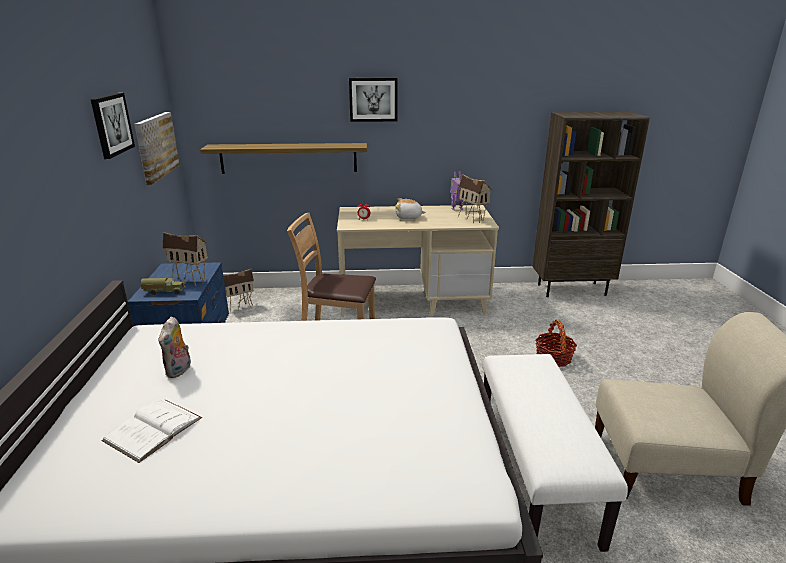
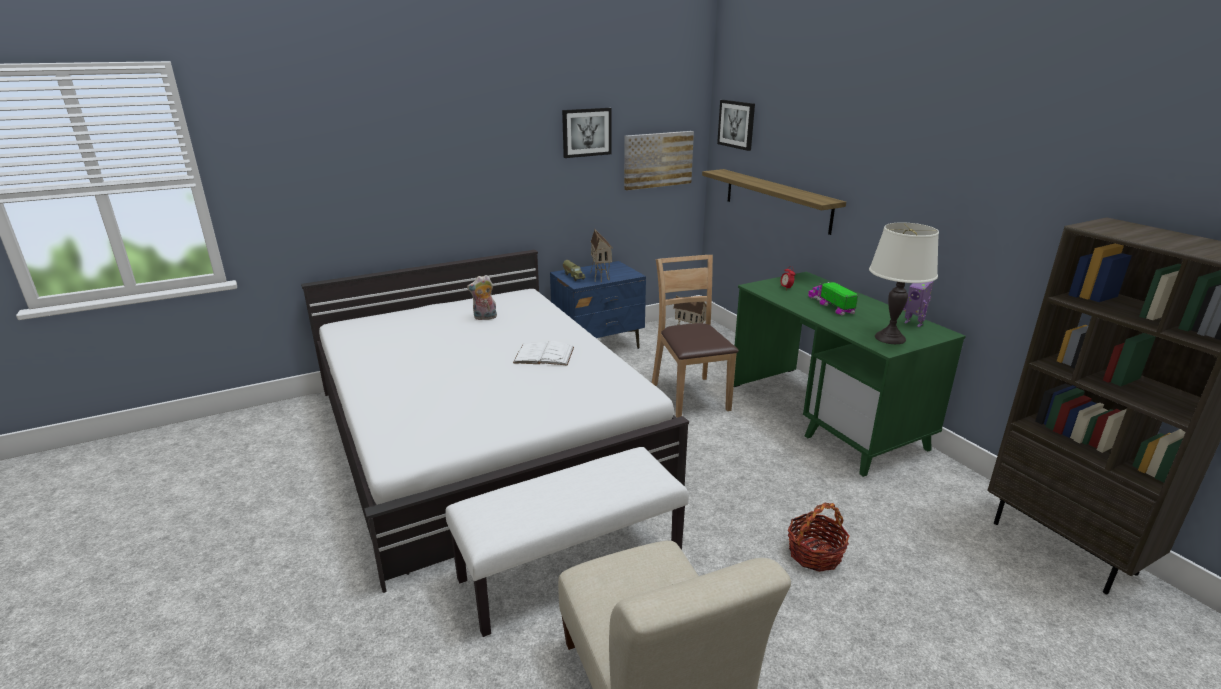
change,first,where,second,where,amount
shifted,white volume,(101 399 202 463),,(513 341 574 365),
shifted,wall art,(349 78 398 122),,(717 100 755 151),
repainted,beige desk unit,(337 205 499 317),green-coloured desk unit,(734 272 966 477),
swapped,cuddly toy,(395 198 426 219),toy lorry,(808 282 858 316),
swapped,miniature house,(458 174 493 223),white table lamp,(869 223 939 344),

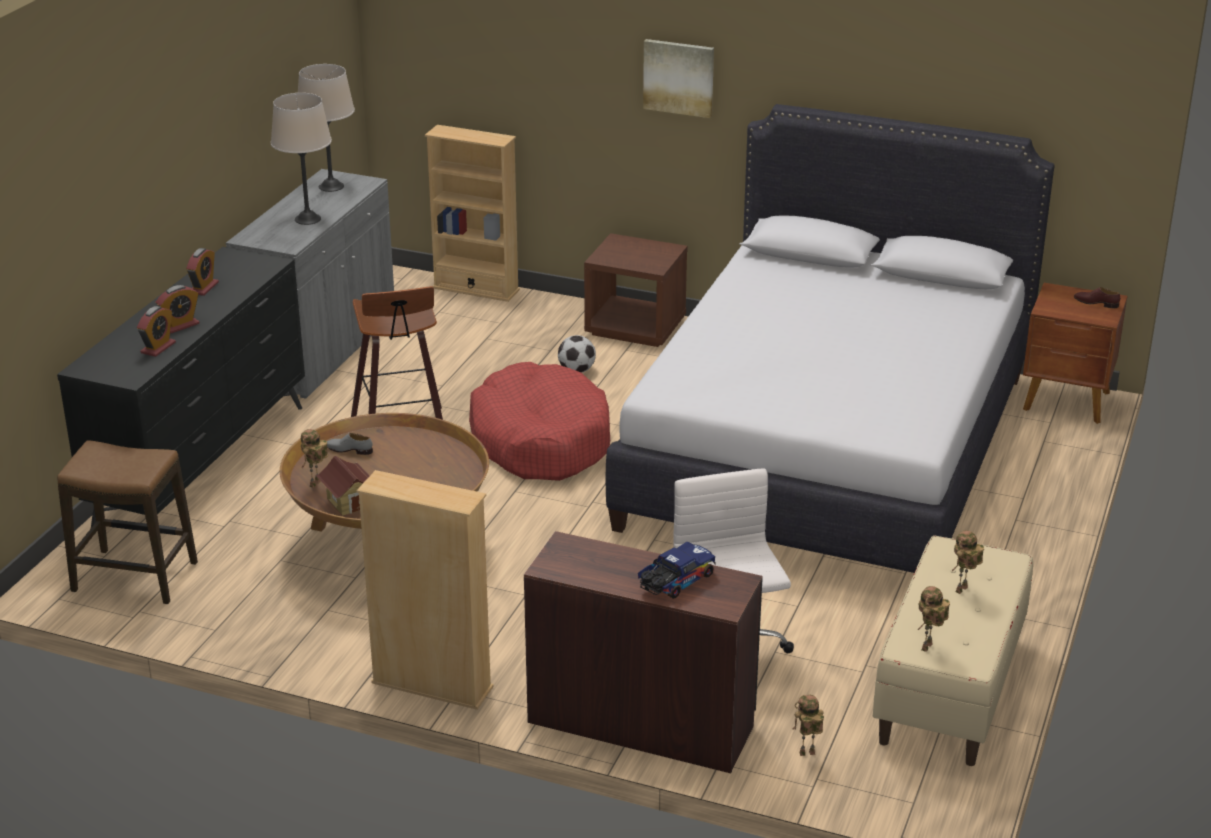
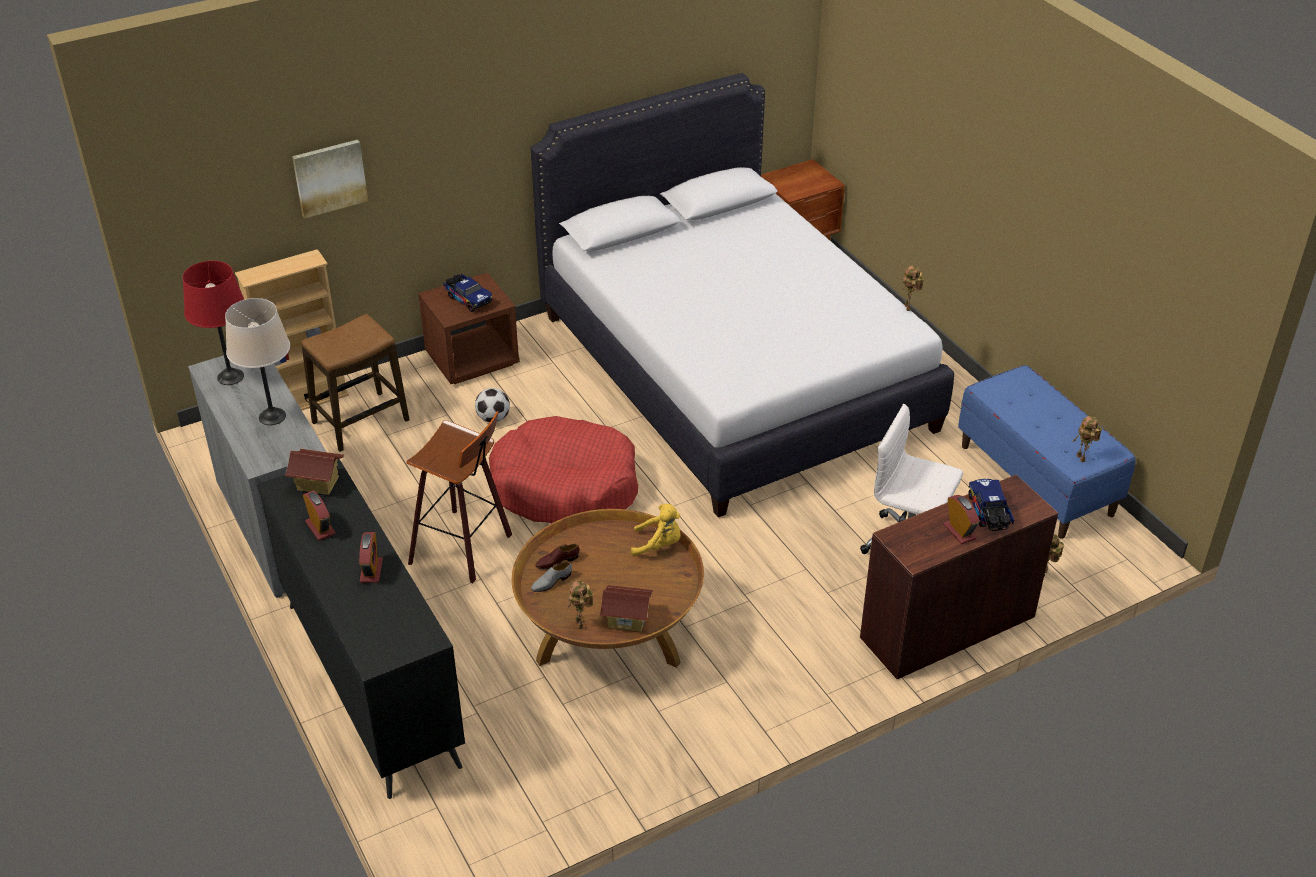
change,first,where,second,where,amount
repainted,beige table lamp,(298 64 355 192),red-coloured table lamp,(183 261 244 385),
new,,,miniature house,(285 449 344 495),
shifted,wall art,(643 39 714 118),,(292 140 368 219),
shifted,stool,(57 440 198 604),,(301 314 409 452),
new,,,toy lorry,(443 274 493 312),
shifted,brown-coloured item of footwear,(1074 287 1120 308),,(535 544 579 569),
new,,,yellow cuddly toy,(631 504 681 556),
shifted,model robot,(952 530 984 594),,(900 266 924 311),
shifted,bedside clock,(137 306 176 357),,(944 495 980 544),
repainted,beige long seat,(873 535 1033 766),blue long seat,(958 365 1136 539),
gone,beige shelving unit,(357 470 494 710),,,

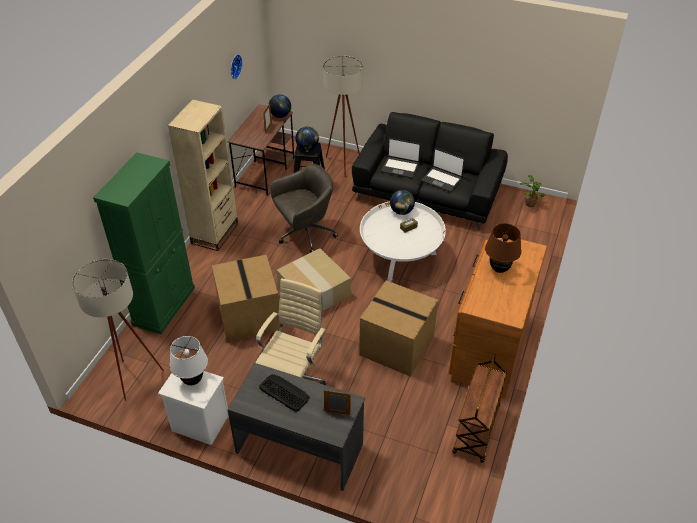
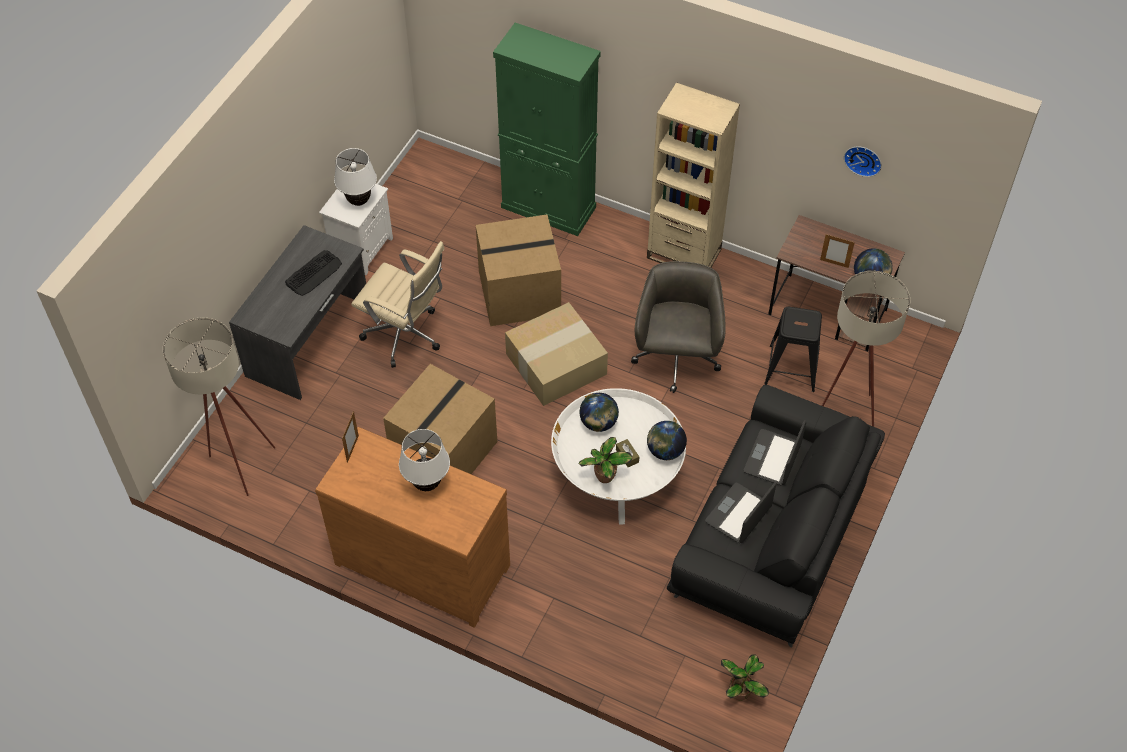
change,first,where,second,where,amount
shifted,beige floor lamp,(72 259 164 401),,(163 317 276 496),
shifted,picture frame,(324 390 350 415),,(342 411 359 463),
repainted,brown-coloured table lamp,(485 223 521 273),white table lamp,(399 429 450 491),
new,,,potted plant,(579 437 633 483),
shifted,globe,(295 127 319 150),,(580 393 619 432),
rotated,gray computer chair,(270 164 338 253),,(631 261 726 393),150 degrees counterclockwise
gone,brown-coloured wheeled cart,(453 354 507 463),,,

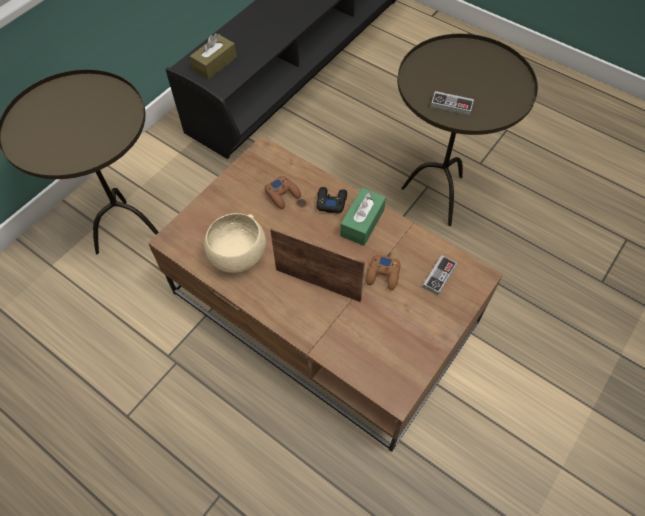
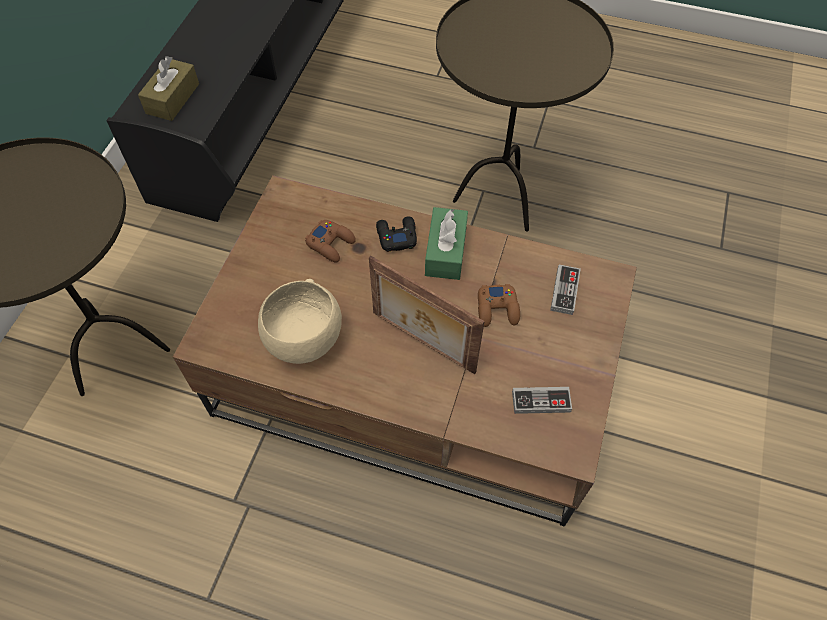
change,first,where,second,where,amount
rotated,picture frame,(270 228 365 302),,(369 255 485 374),150 degrees counterclockwise
shifted,joypad,(431 91 474 116),,(512 387 572 414),

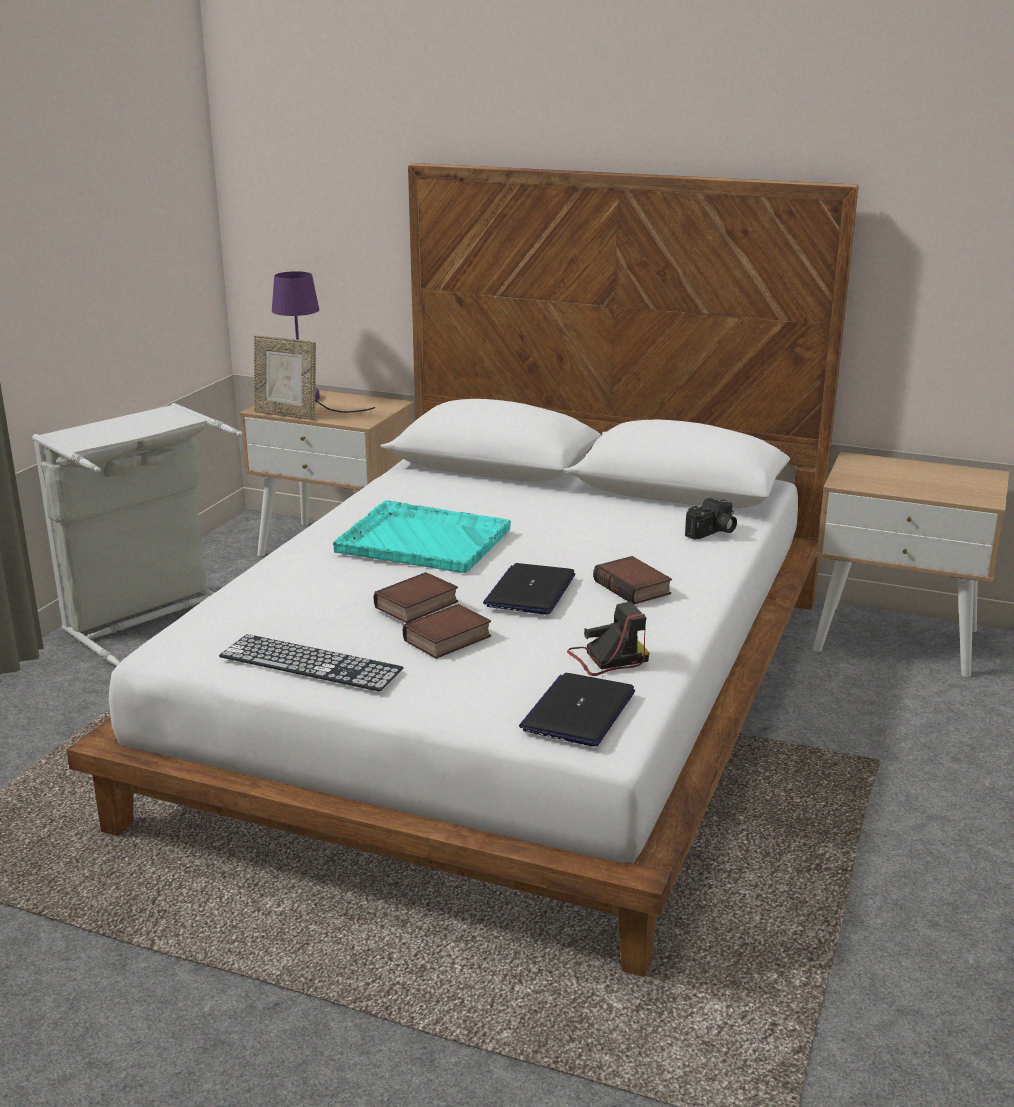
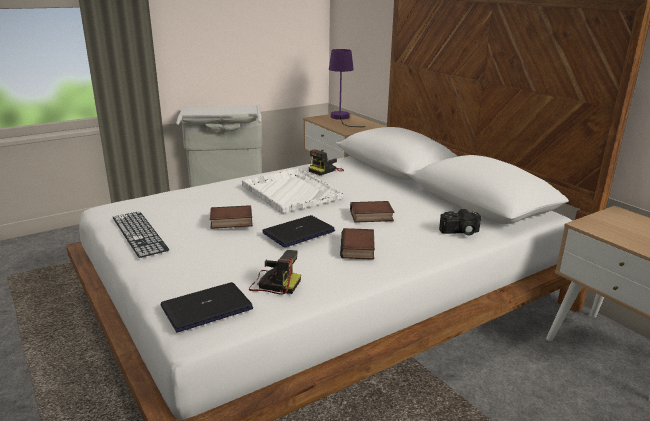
change,first,where,second,where,amount
repainted,turquoise-coloured serving tray,(333 500 511 573),white serving tray,(242 168 343 213),
new,,,still camera,(308 150 344 175),
shifted,volume,(403 604 491 659),,(350 201 394 223),
gone,picture frame,(254 335 316 420),,,

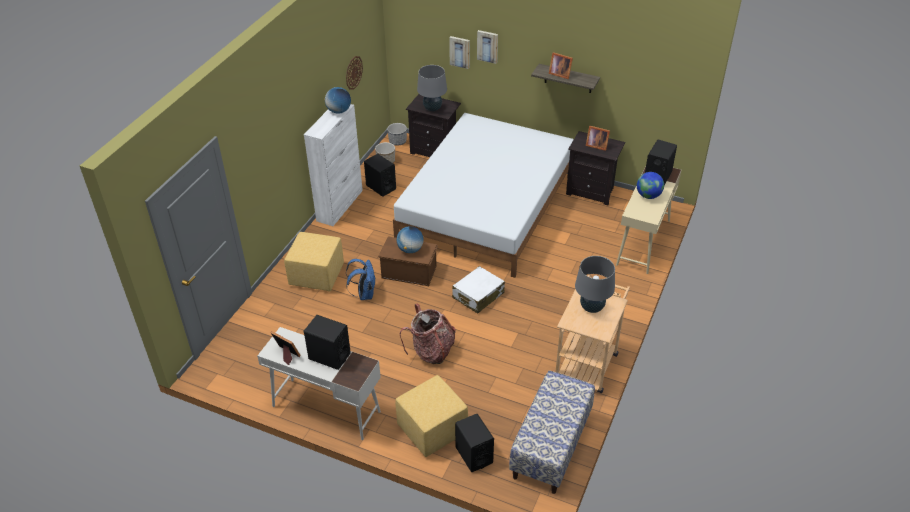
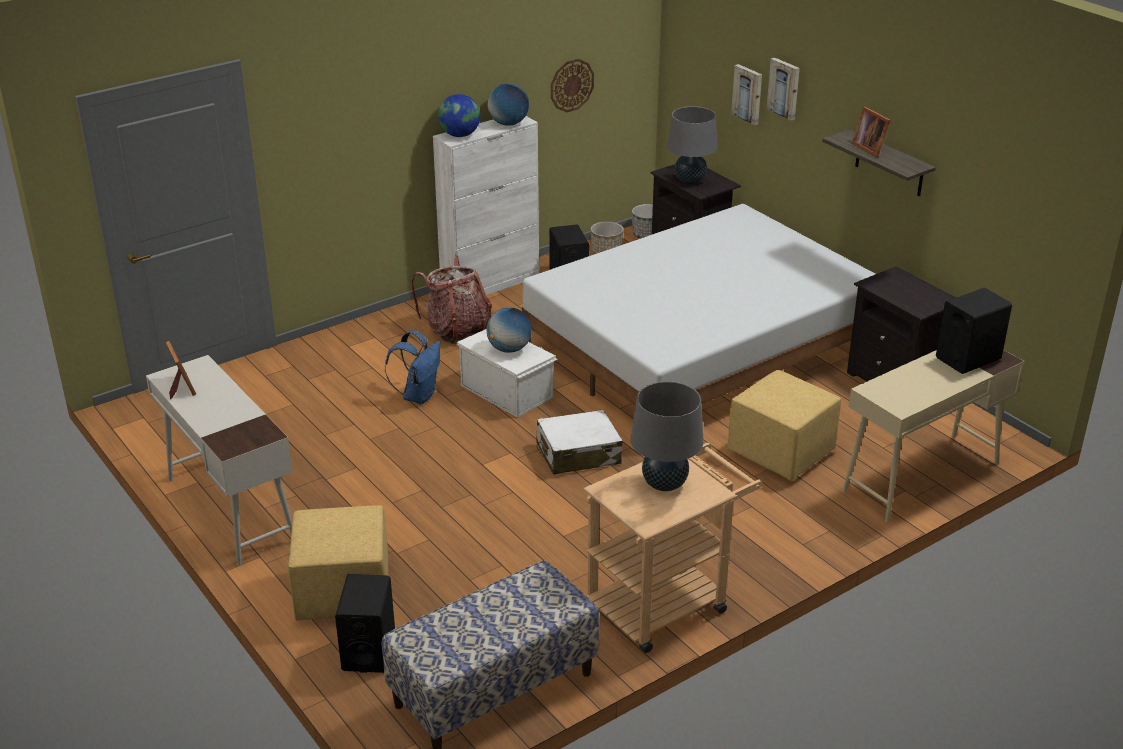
change,first,where,second,where,amount
shifted,backpack,(400 303 456 364),,(411 256 492 344),
shifted,globe,(637 172 664 199),,(438 94 480 137),
repainted,brown-coloured storage container,(378 237 438 286),white storage container,(457 329 558 418),
shifted,yellow pouffe,(284 232 344 291),,(728 370 841 481),
gone,black audio speaker,(304 315 350 370),,,
gone,picture frame,(586 126 610 151),,,

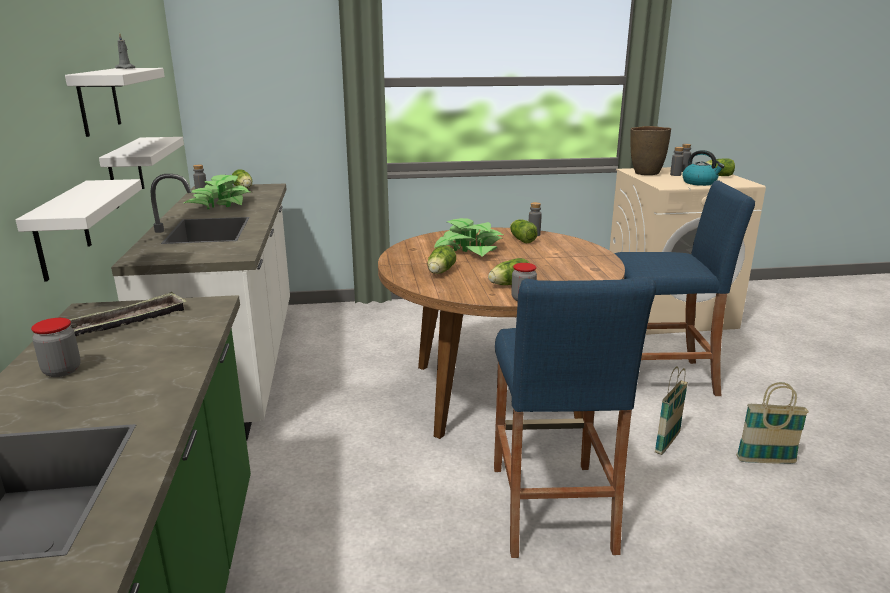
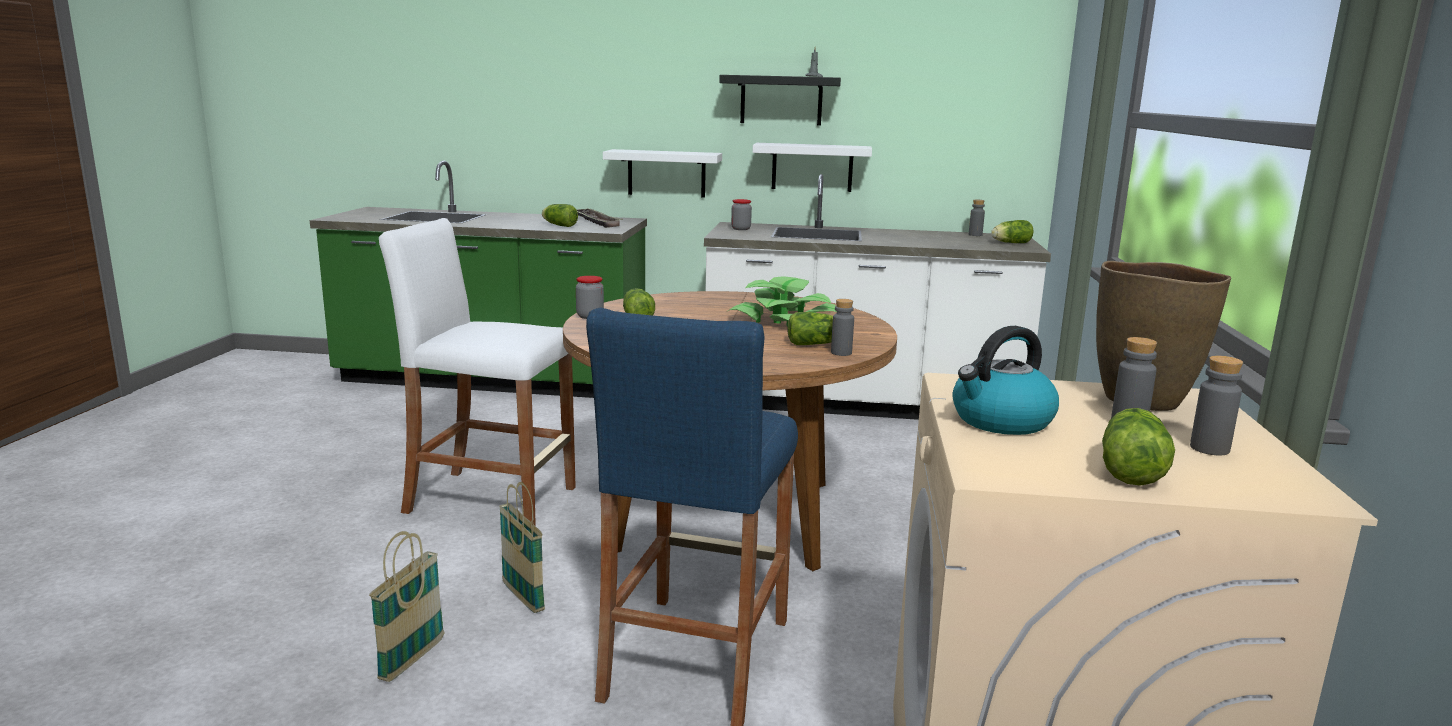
change,first,where,second,where,amount
repainted,blue stool,(494 278 656 558),white stool,(379 218 576 526),
shifted,lettuce,(427 245 456 274),,(542 204 578 227),
repainted,white shelf,(65 68 165 137),black shelf,(719 75 841 126),
shifted,preserve jar,(31 318 81 377),,(731 199 752 230),
gone,potted plant,(184 175 252 209),,,

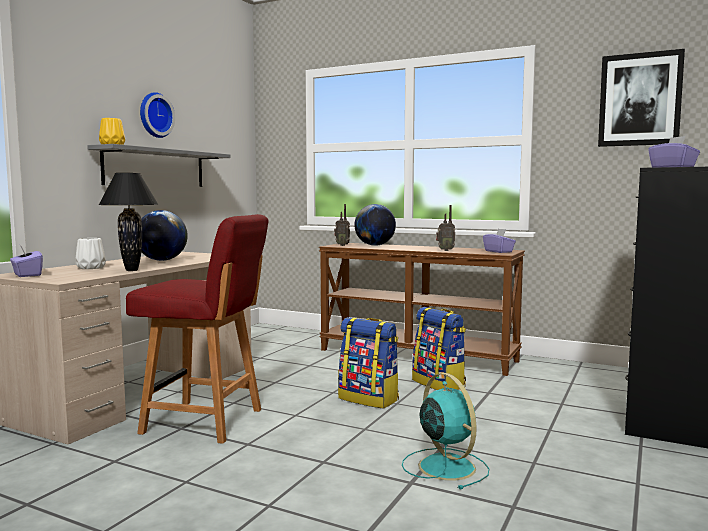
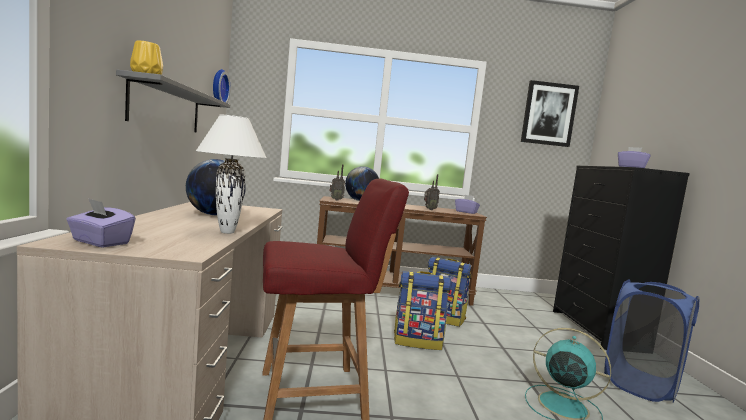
change,first,where,second,where,amount
repainted,black table lamp,(98 173 158 271),white table lamp,(196 115 267 234),
shifted,wall clock,(140 92 175 138),,(213 69 230 103),
new,,,blue hamper,(604 279 699 402),
gone,white vase,(75 238 106 269),,,

